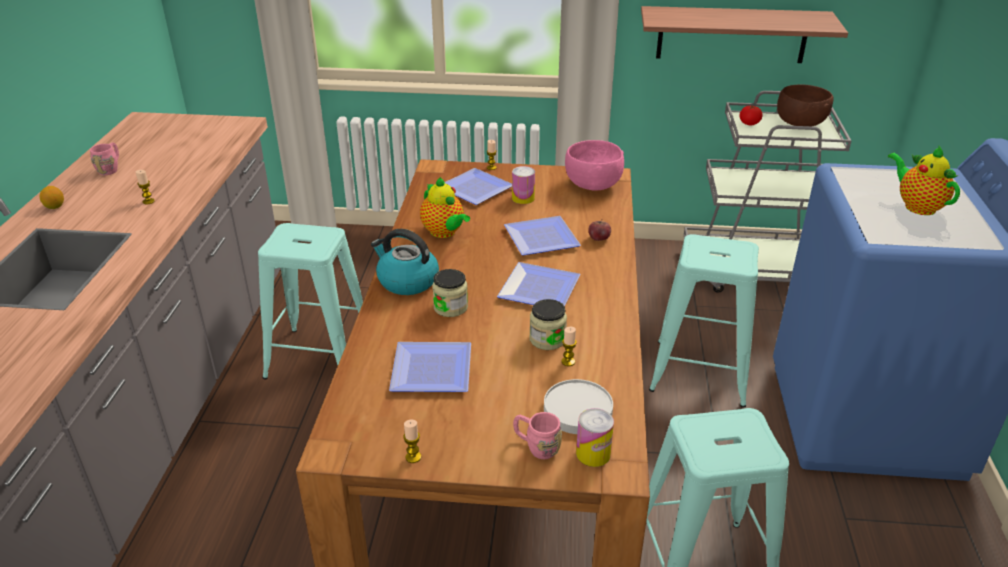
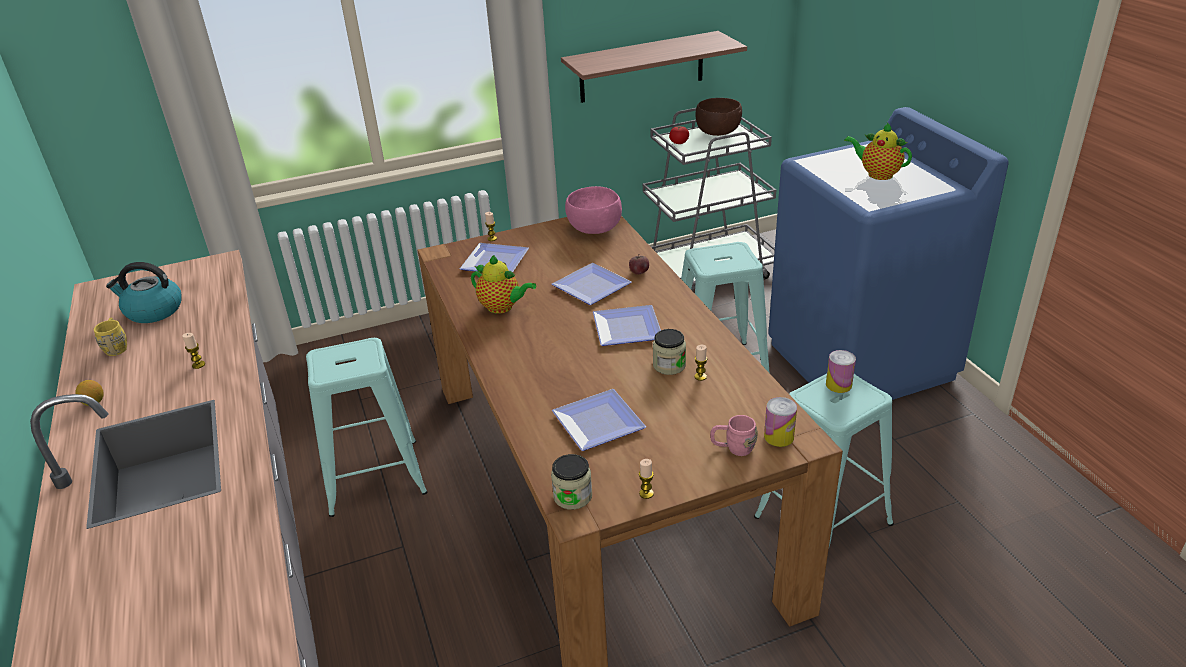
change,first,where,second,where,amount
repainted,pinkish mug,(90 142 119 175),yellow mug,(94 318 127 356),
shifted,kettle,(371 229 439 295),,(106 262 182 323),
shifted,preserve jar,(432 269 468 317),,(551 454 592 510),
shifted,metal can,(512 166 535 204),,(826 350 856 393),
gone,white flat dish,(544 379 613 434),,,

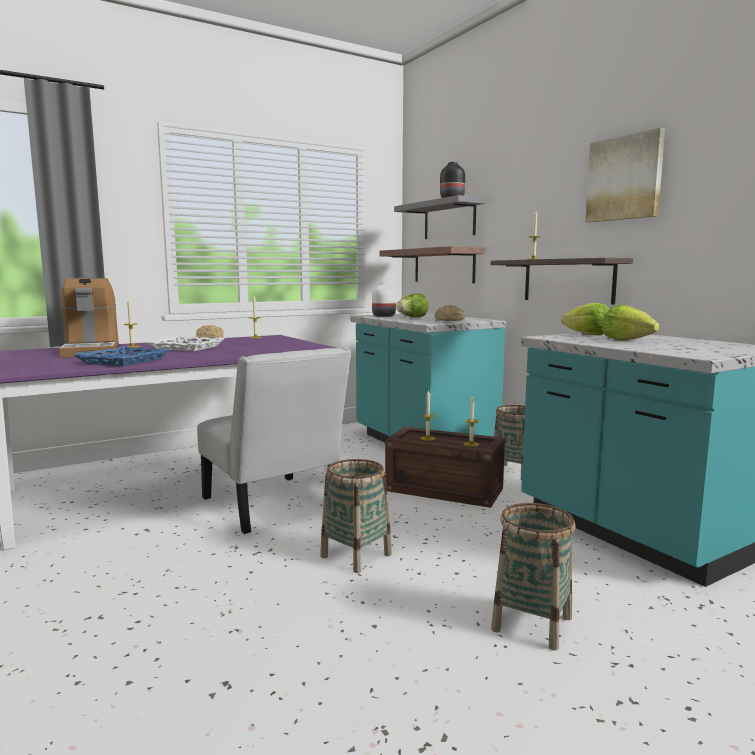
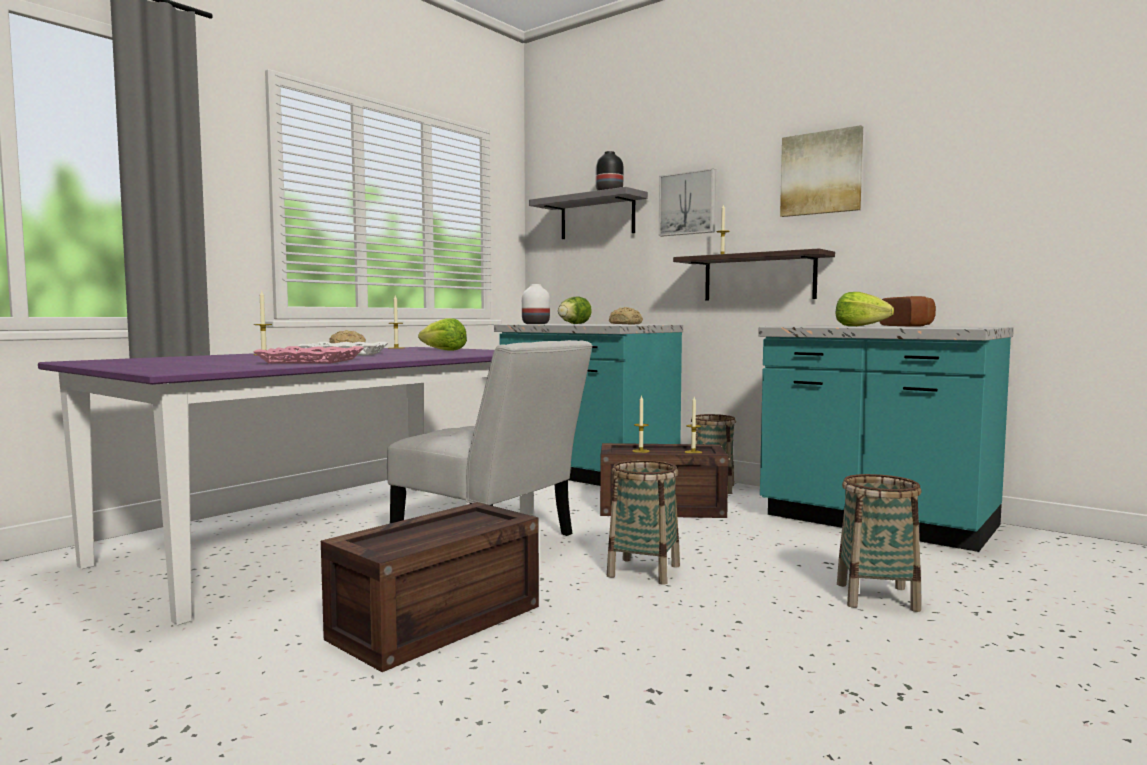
change,first,where,second,where,amount
repainted,blue serving tray,(74 346 169 366),pinkish serving tray,(254 346 364 363),
new,,,crate,(321 502 539 672),
shifted,lettuce,(561 303 609 335),,(418 318 467 351),
new,,,wall art,(659 168 716 236),
new,,,bakery bread,(879 296 936 327),
gone,coffee maker,(59 276 119 358),,,
gone,shelf,(380 246 485 283),,,

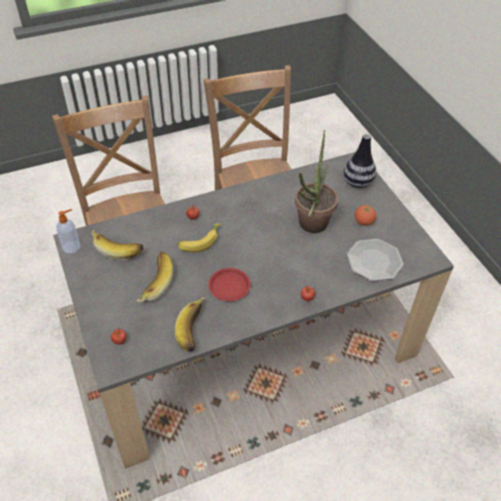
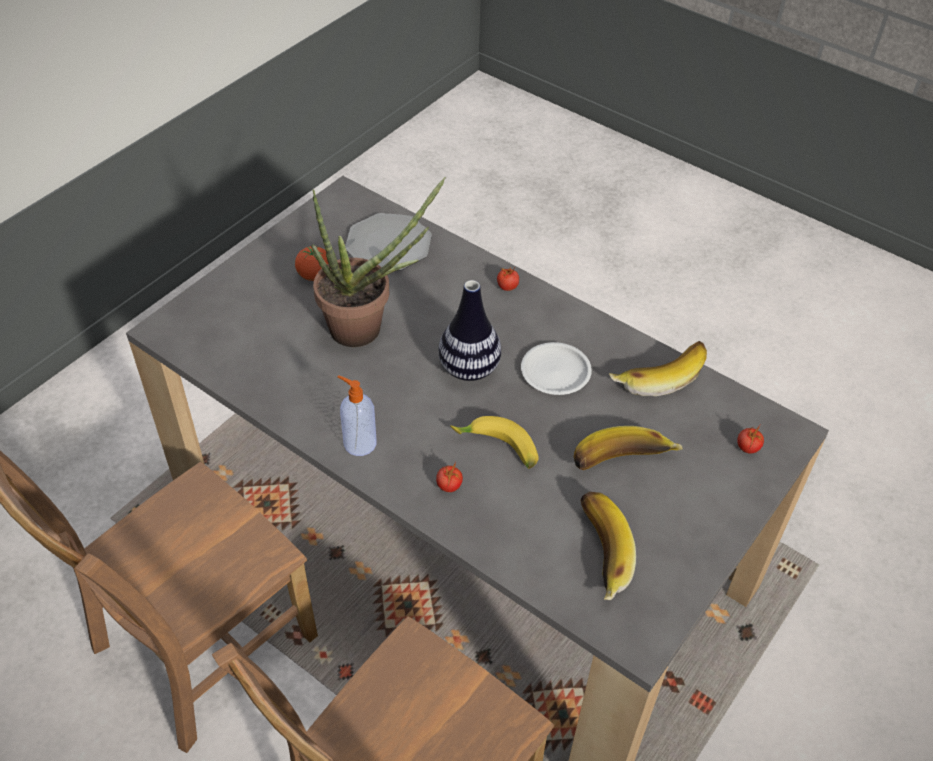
change,first,where,second,where,amount
shifted,soap bottle,(56 209 80 254),,(337 375 376 456),
shifted,vase,(343 134 376 188),,(438 280 501 381),
repainted,red-coloured flat dish,(208 268 251 301),white flat dish,(521 342 592 395),

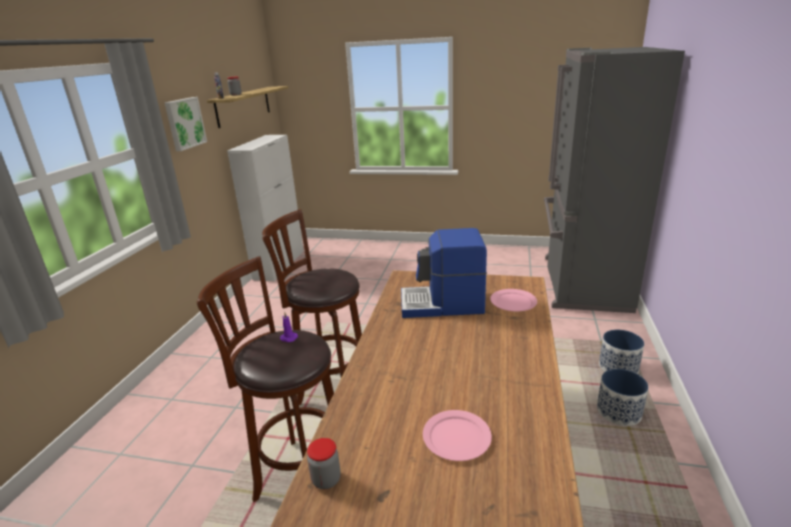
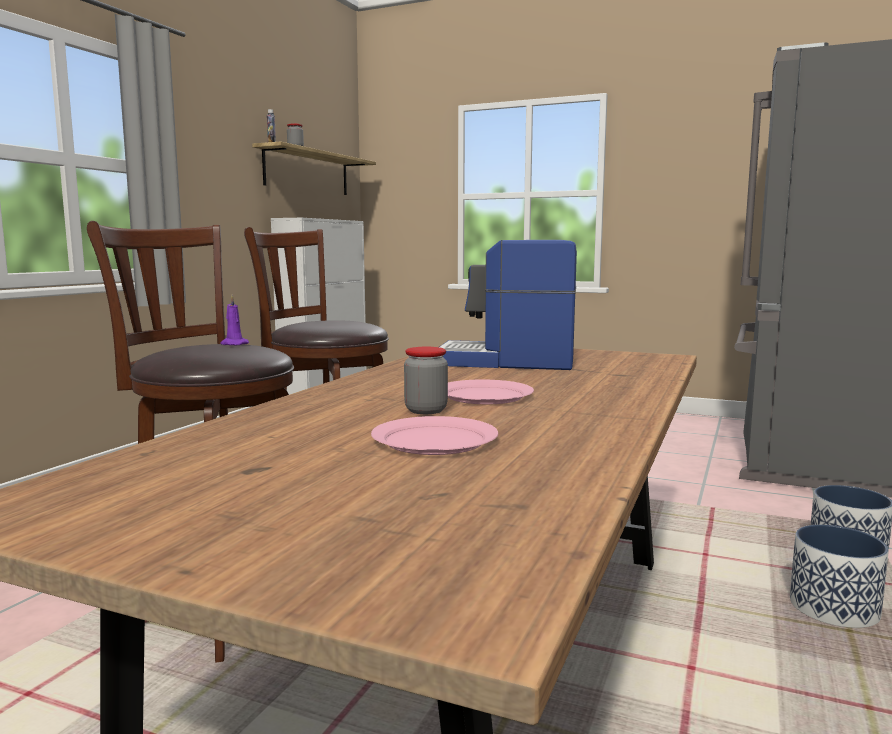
change,first,where,second,where,amount
shifted,preserve jar,(307 438 341 489),,(404 347 448 414),
shifted,pinkish flat dish,(490 289 537 311),,(448 379 534 404),
gone,wall art,(165 97 207 151),,,

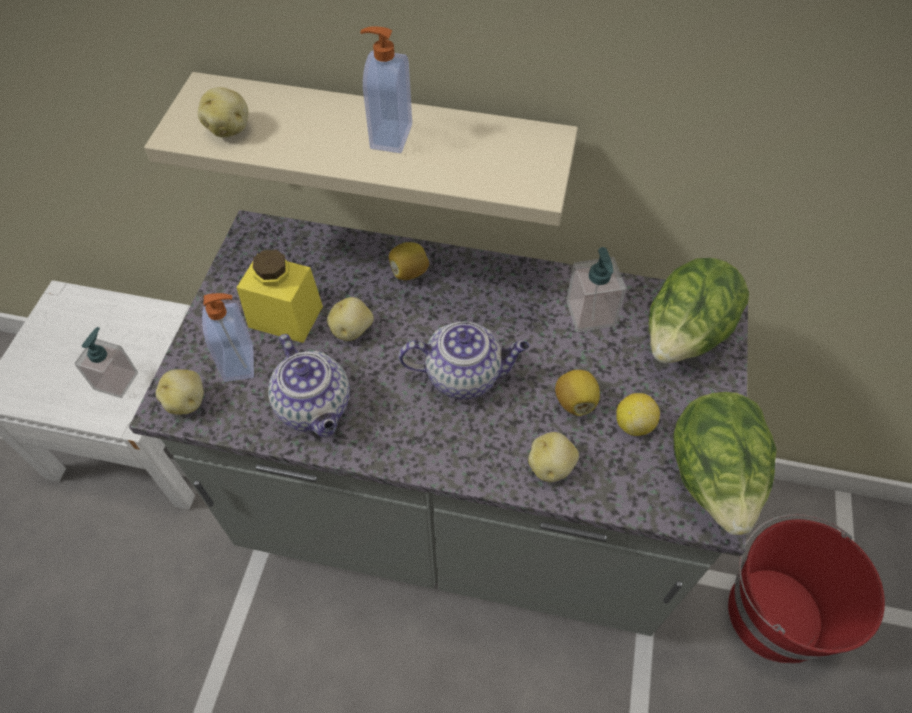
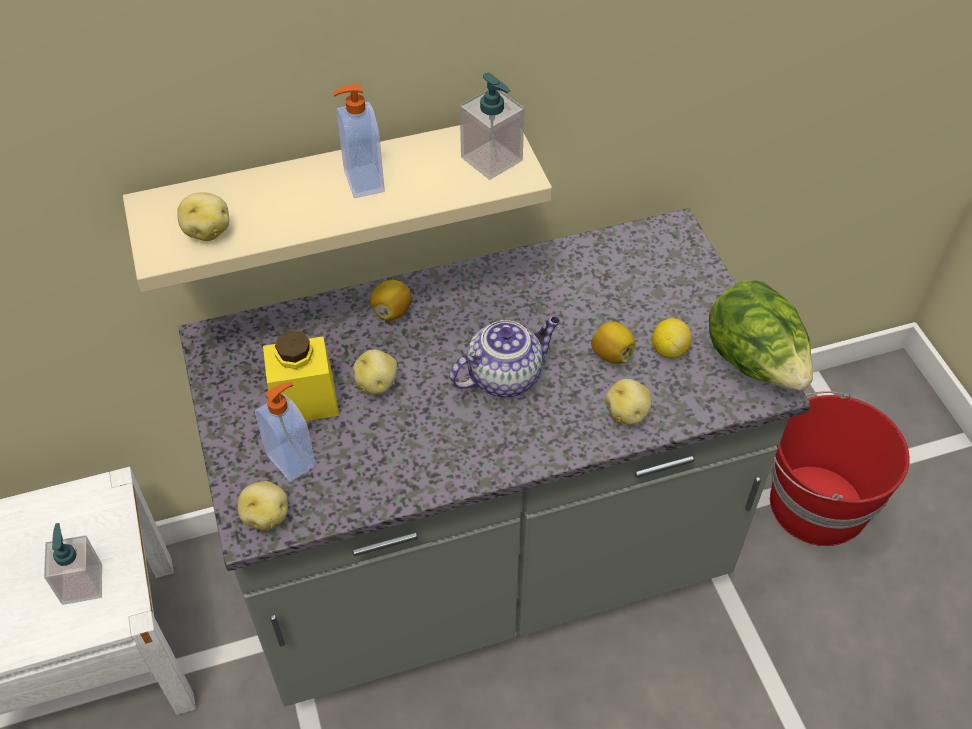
change,first,where,second,where,amount
shifted,soap bottle,(566 247 626 332),,(460 73 524 180),
gone,tea pot,(268 334 350 437),,,
gone,lettuce,(649 258 749 364),,,

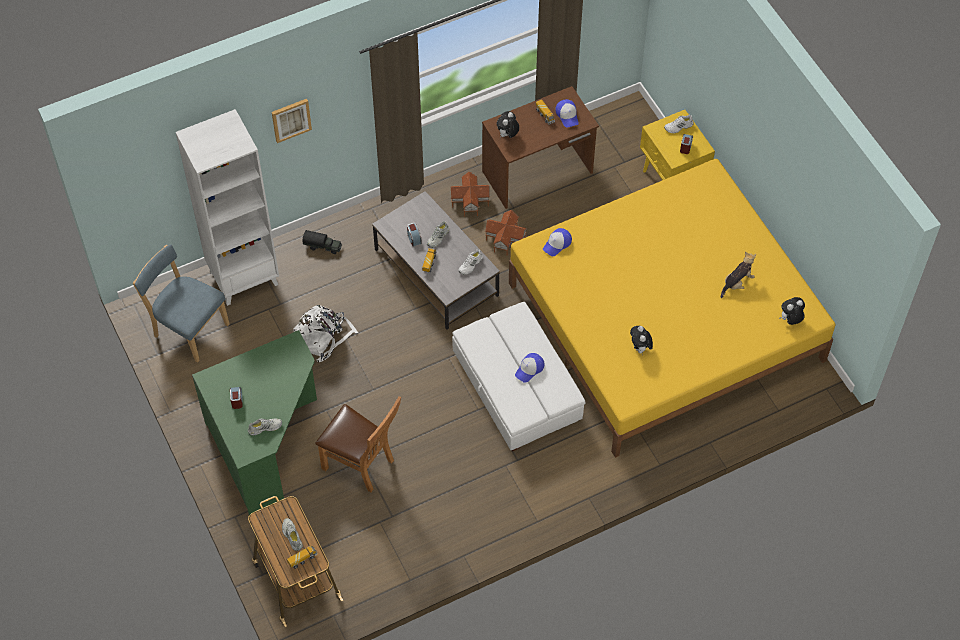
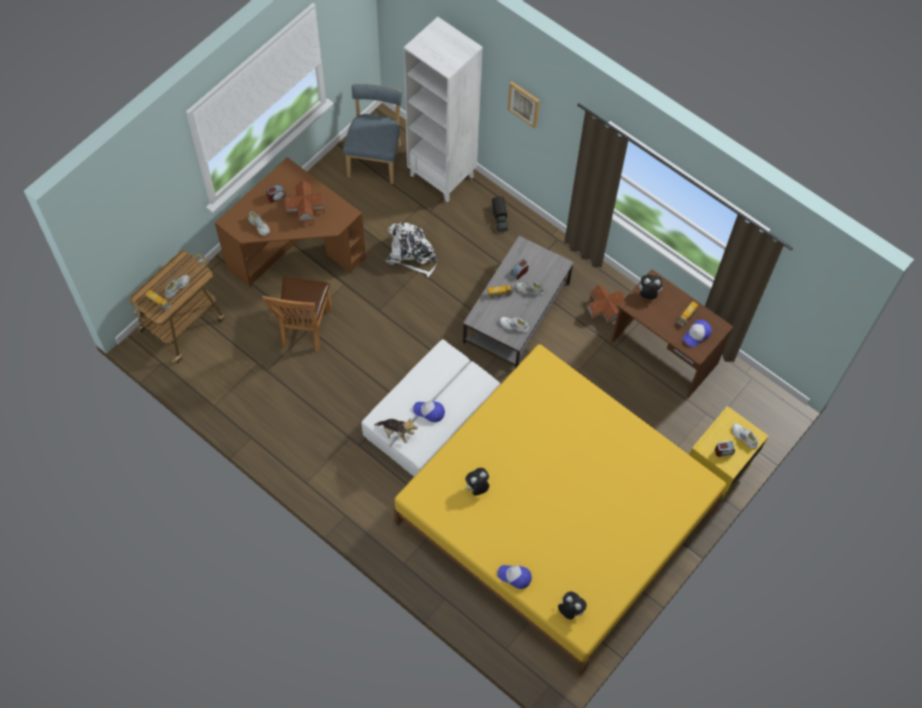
change,first,where,second,where,amount
repainted,green-coloured desk unit,(192 330 317 515),brown-coloured desk unit,(215 157 366 287),
shifted,miniature house,(485 210 527 255),,(284 180 325 226),
shifted,cuddly toy,(721 252 756 298),,(375 418 418 443),
shifted,peaked cap,(543 228 572 256),,(497 565 532 589),

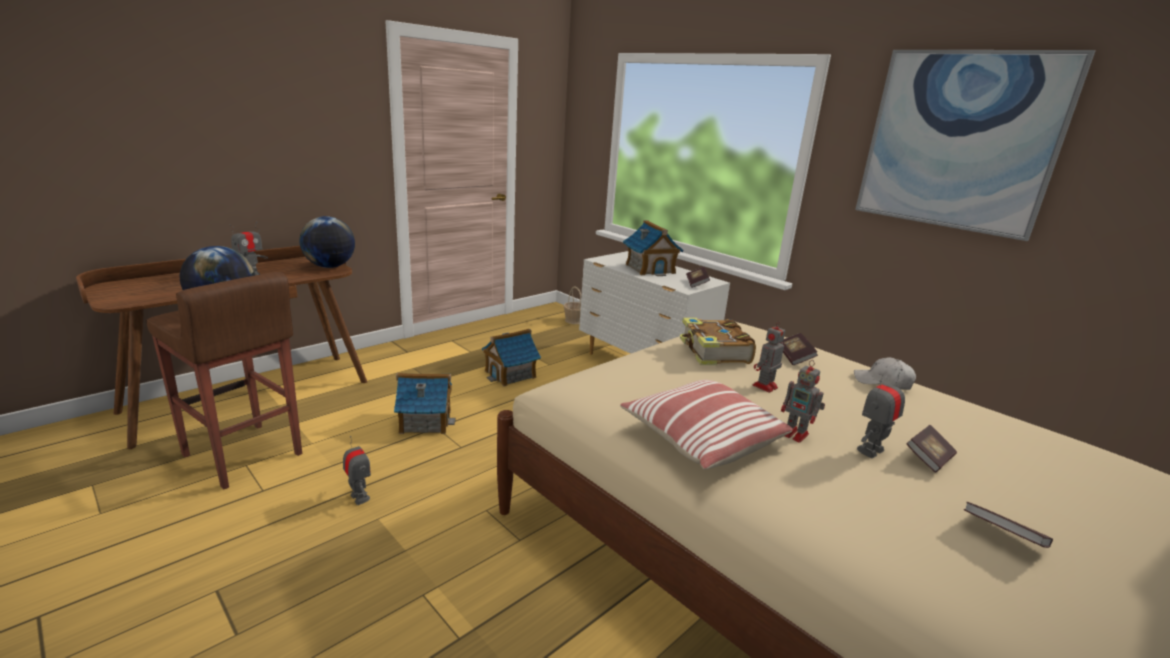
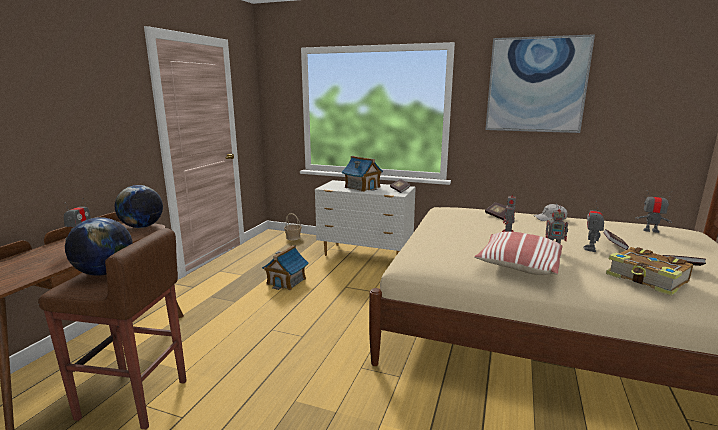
change,first,where,second,where,amount
shifted,volume,(680 318 756 365),,(606 247 693 296),
shifted,model robot,(343 436 371 505),,(635 190 673 233),
gone,miniature house,(394 373 456 434),,,

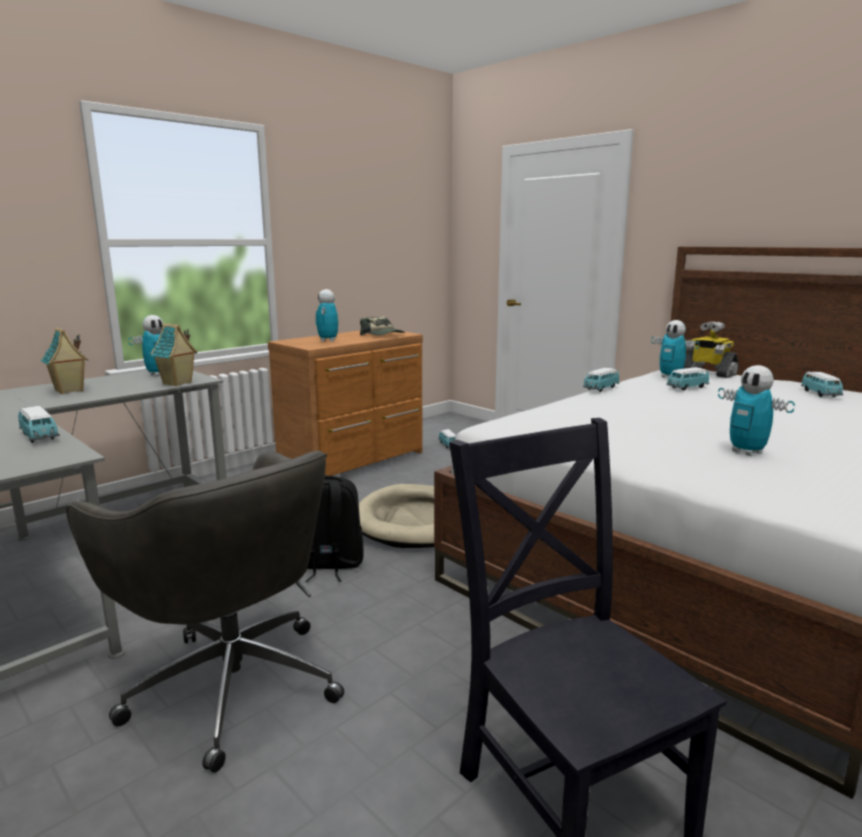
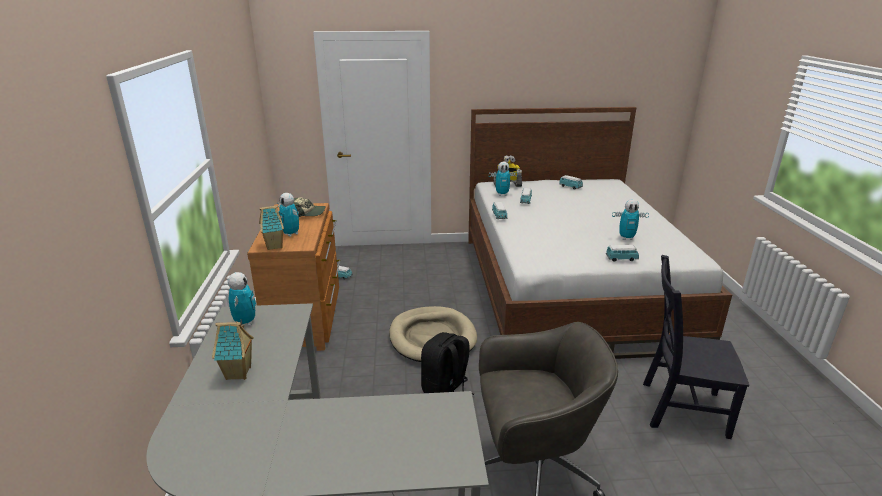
change,first,where,second,where,amount
shifted,miniature house,(151 323 197 386),,(259 205 284 250),
shifted,miniature car,(18 406 60 443),,(606 245 639 261),

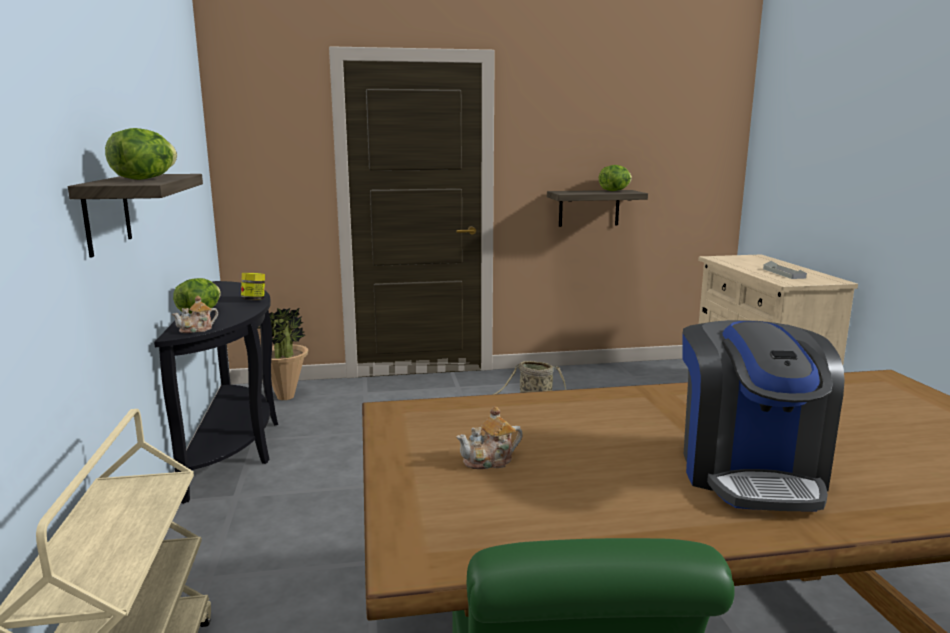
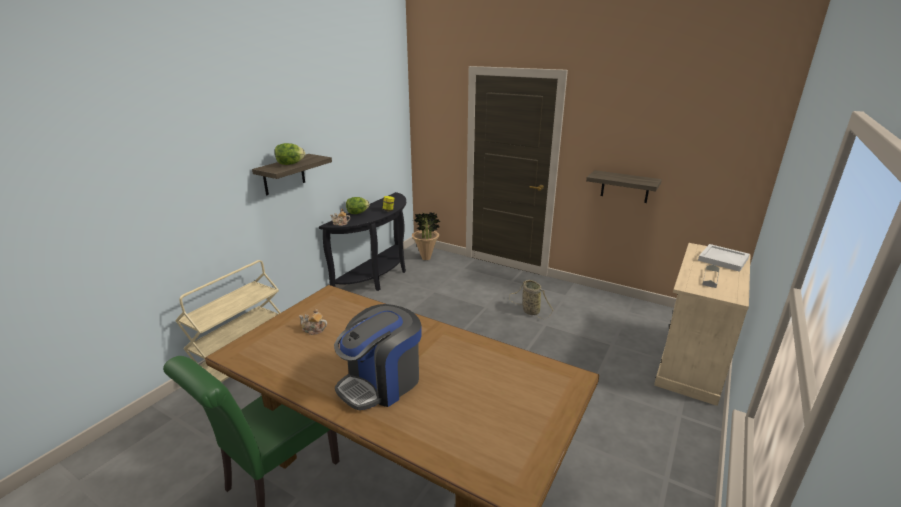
change,first,where,second,where,amount
new,,,white serving tray,(698 244 750 272),
gone,lettuce,(599 165 632 191),,,

